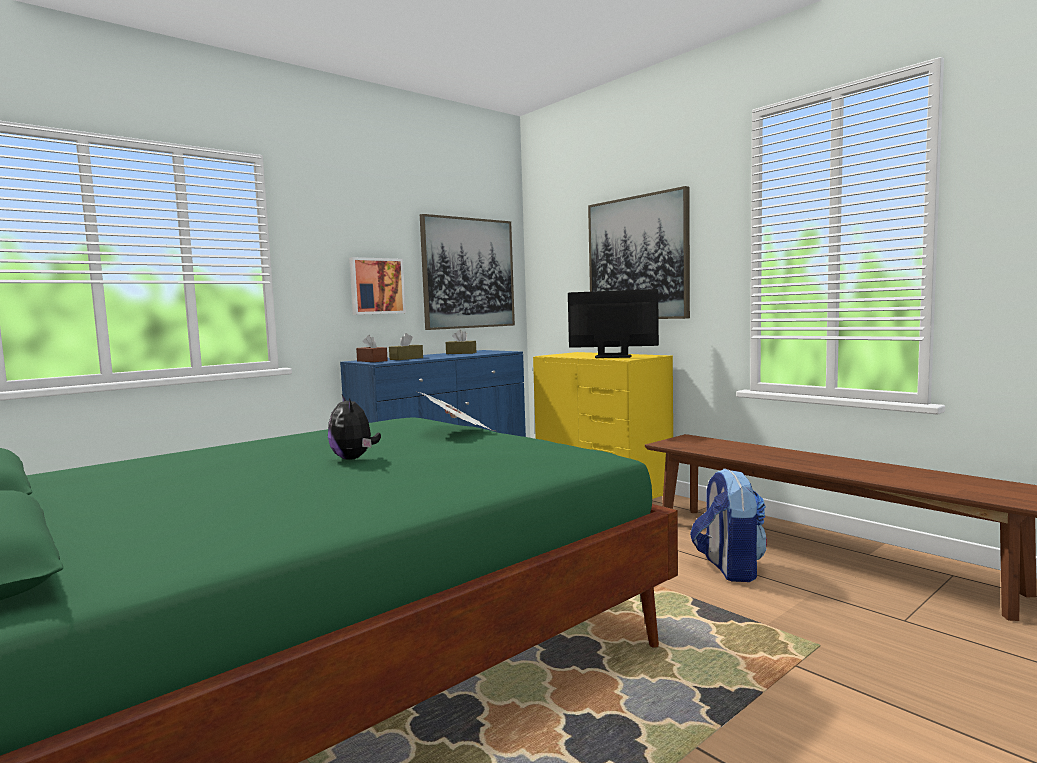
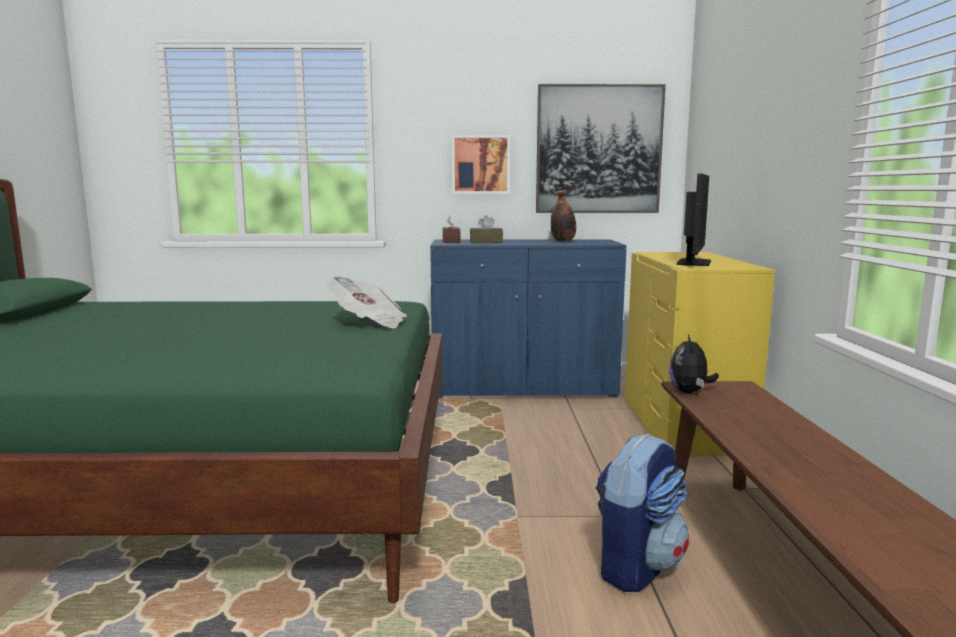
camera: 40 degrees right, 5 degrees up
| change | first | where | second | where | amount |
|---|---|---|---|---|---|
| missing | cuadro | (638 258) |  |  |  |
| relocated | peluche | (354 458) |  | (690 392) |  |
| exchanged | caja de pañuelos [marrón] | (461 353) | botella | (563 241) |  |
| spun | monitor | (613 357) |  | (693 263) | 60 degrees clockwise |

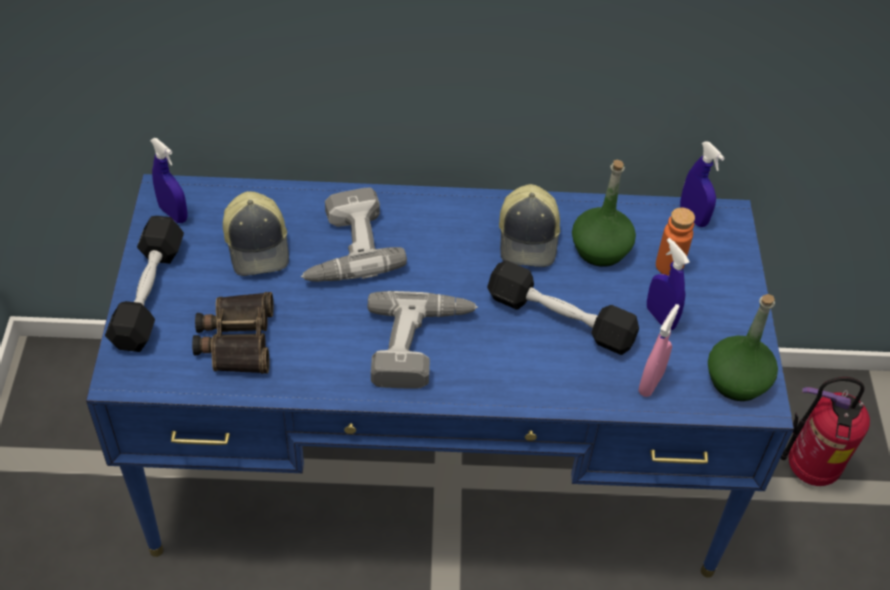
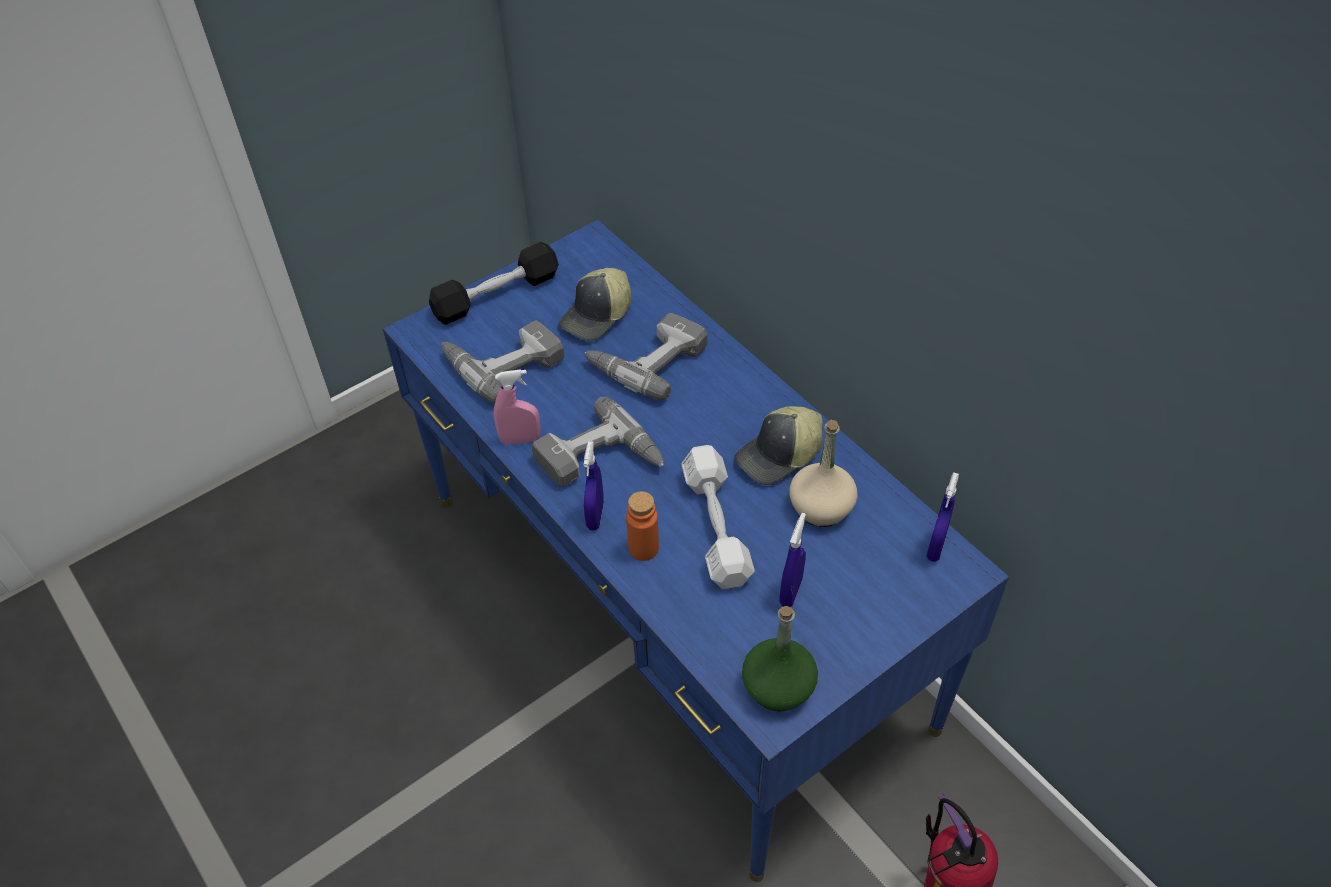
camera: 55 degrees right, 0 degrees up
| change | first | where | second | where | amount |
|---|---|---|---|---|---|
| relocated | pulverizador [azul] | (173 214) |  | (595 516) |  |
| relocated | pulverizador [rosa] | (651 383) |  | (520 439) |  |
| relocated | botella [naranja] | (669 265) |  | (643 548) |  |
| exchanged | prismáticos | (236 339) | taladro | (503 361) |  |
| colour | mancuerna [negro] | (560 319) | mancuerna [blanco] | (716 527) |  |
| colour | botella [verde] | (600 249) | botella [beis] | (821 507) |  |

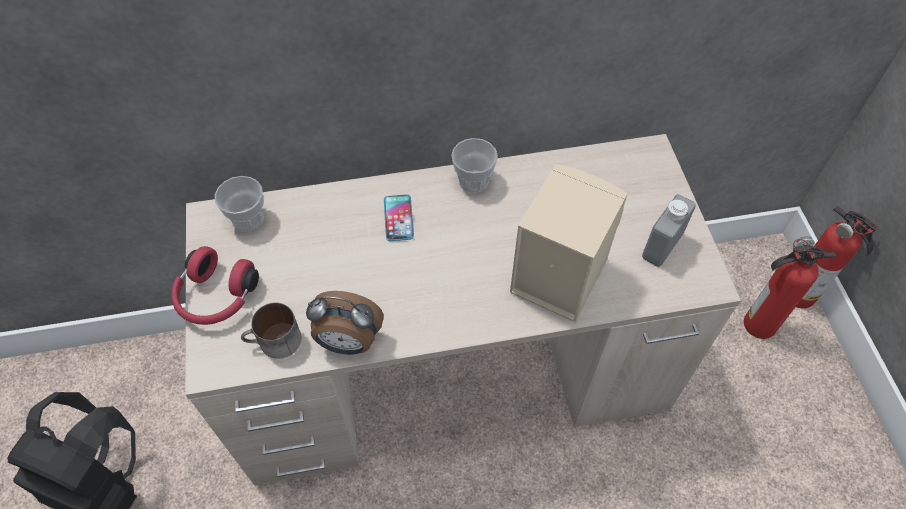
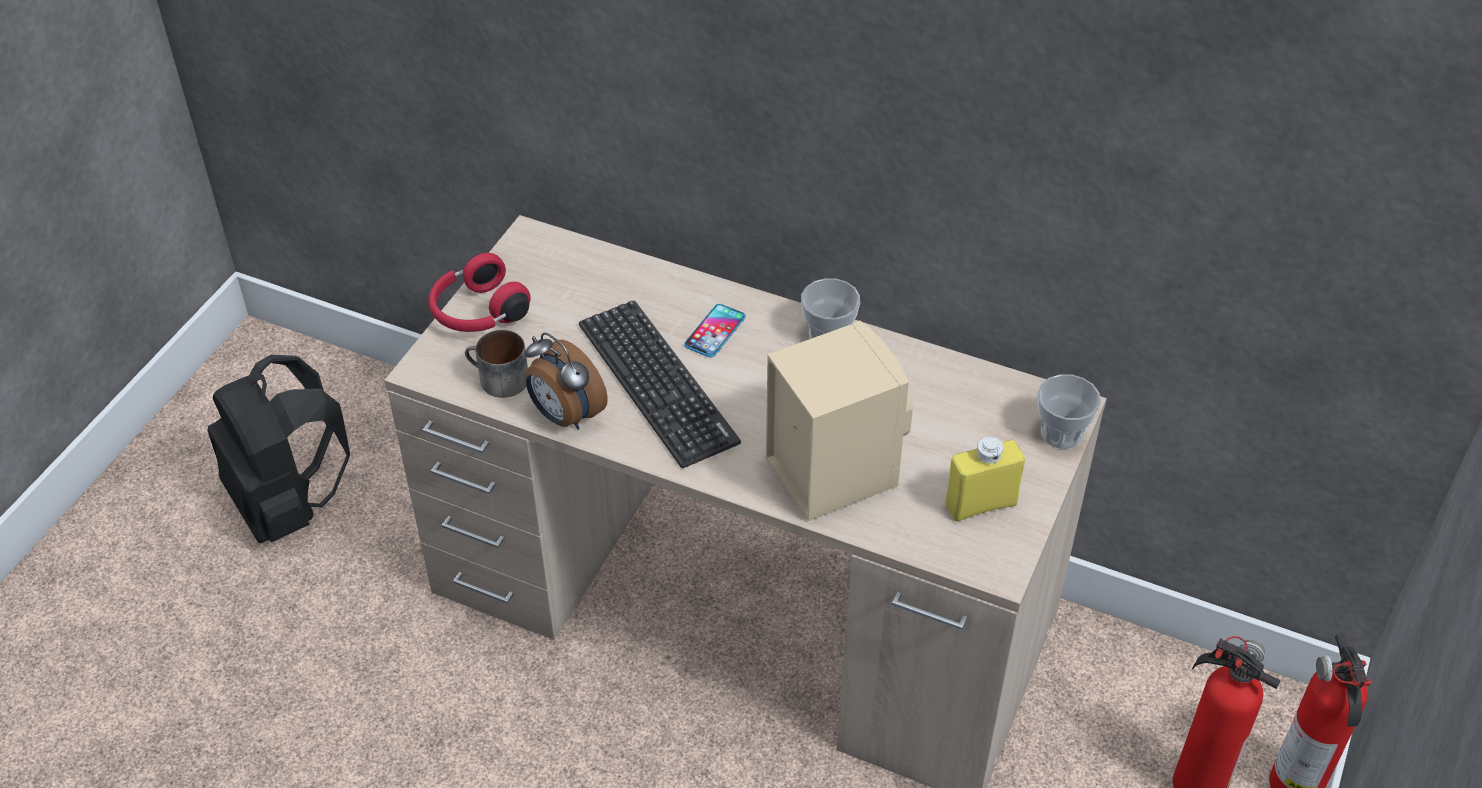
camera: 35 degrees right, 10 degrees down
| change | first | where | second | where | amount |
|---|---|---|---|---|---|
| appeared |  |  | teclado | (657 383) |  |
| relocated | taza | (248 219) |  | (1061 433) |  |
| colour | botella [gris] | (662 246) | botella [amarillo] | (981 504) |  |

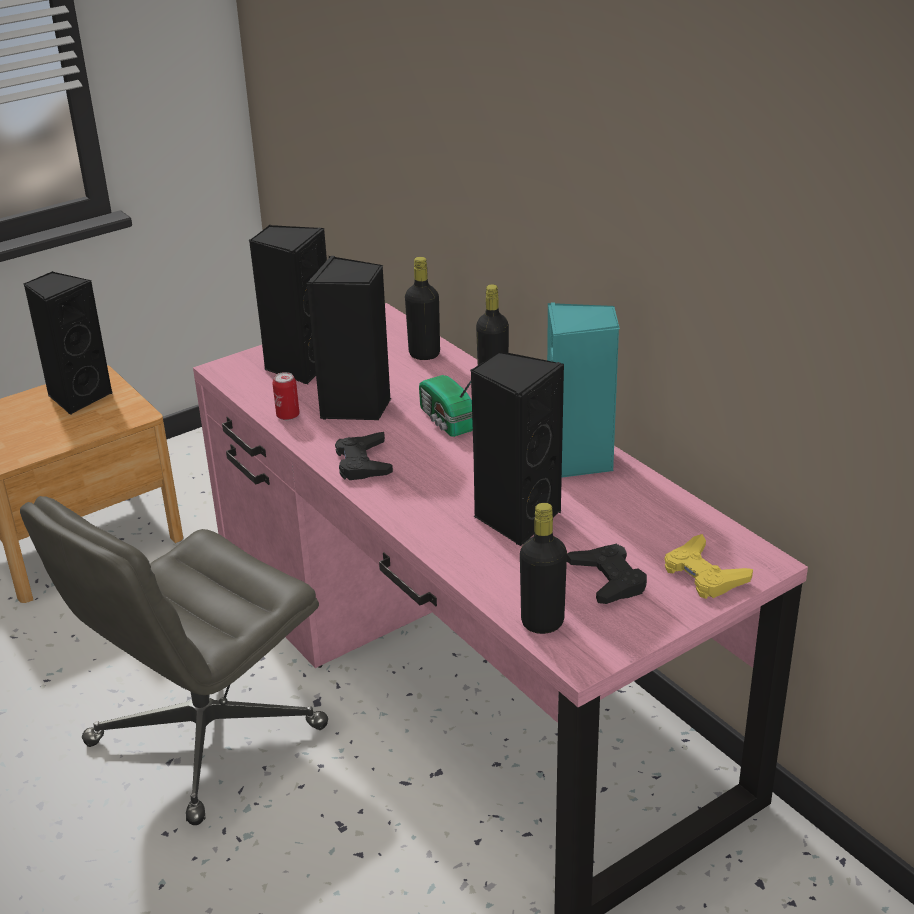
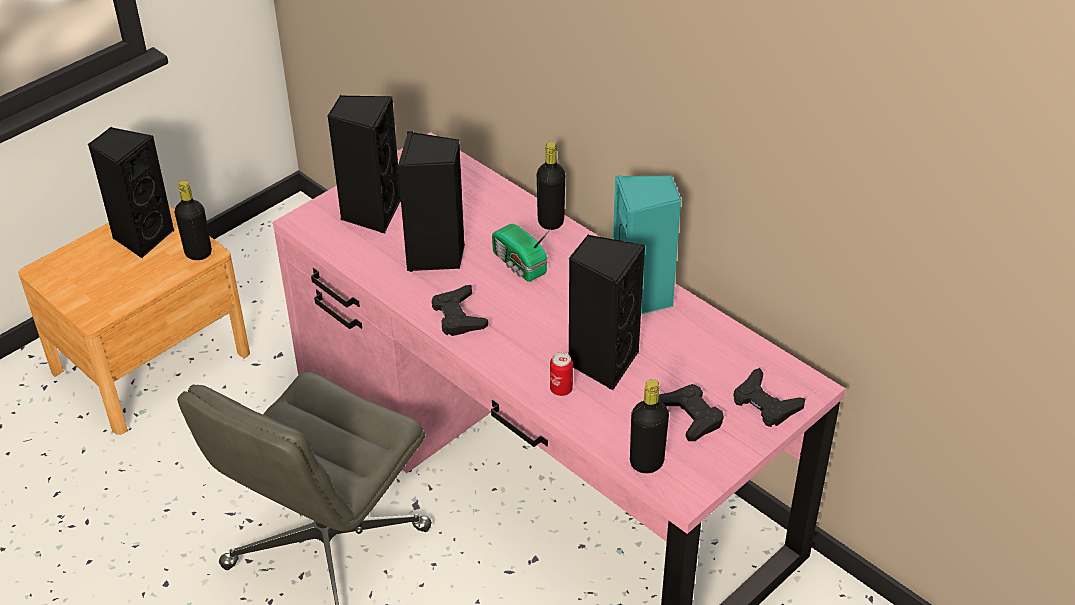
camera: 10 degrees left, 10 degrees up
| change | first | where | second | where | amount |
|---|---|---|---|---|---|
| relocated | lata | (288 416) |  | (561 389) |  |
| relocated | botella [negro] | (424 354) |  | (198 253) |  |
| colour | mando de consola [amarillo] | (704 574) | mando de consola [negro] | (765 404) |  |

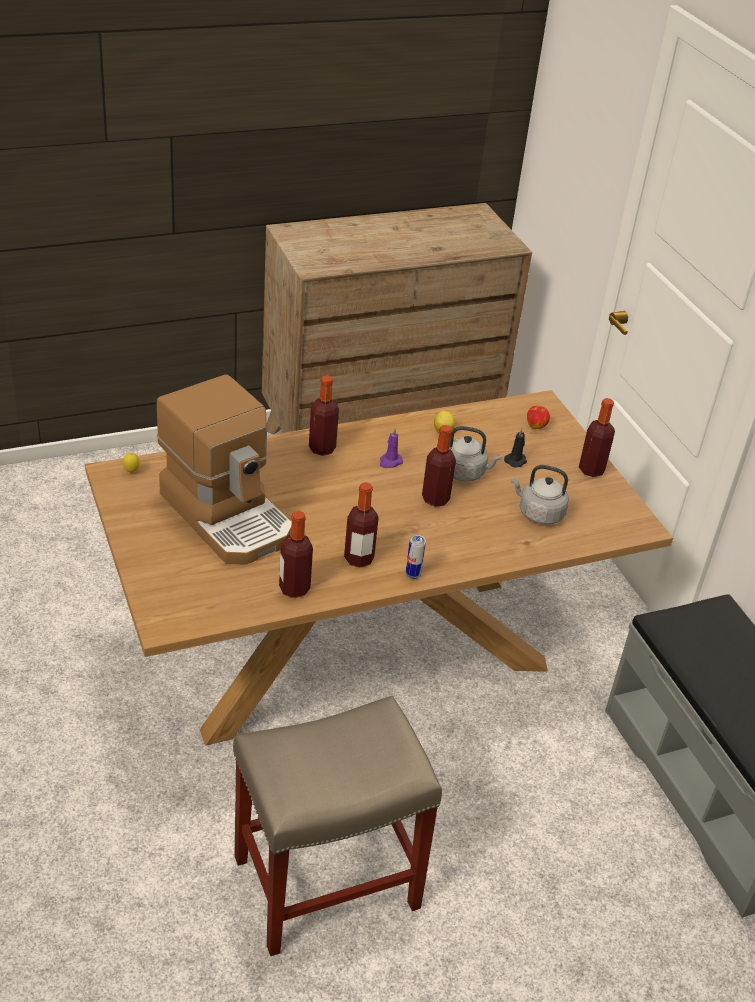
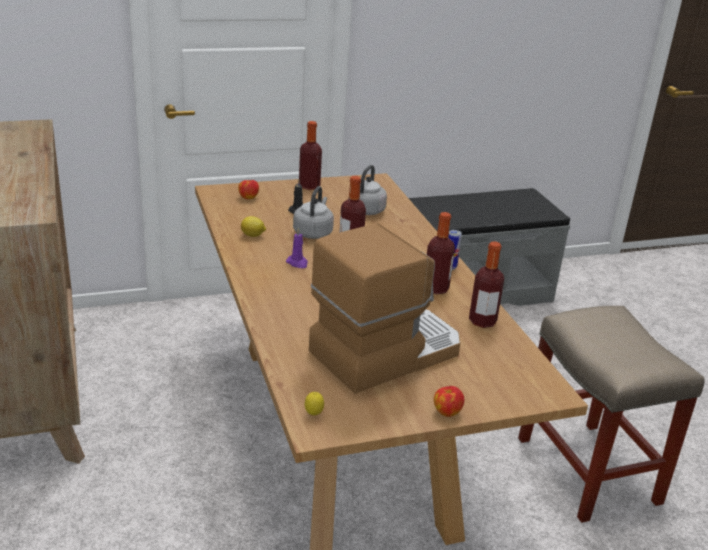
camera: 85 degrees left, 10 degrees down
| change | first | where | second | where | amount |
|---|---|---|---|---|---|
| missing | botella | (322 448) |  |  |  |
| appeared |  |  | manzana | (446 412) |  |

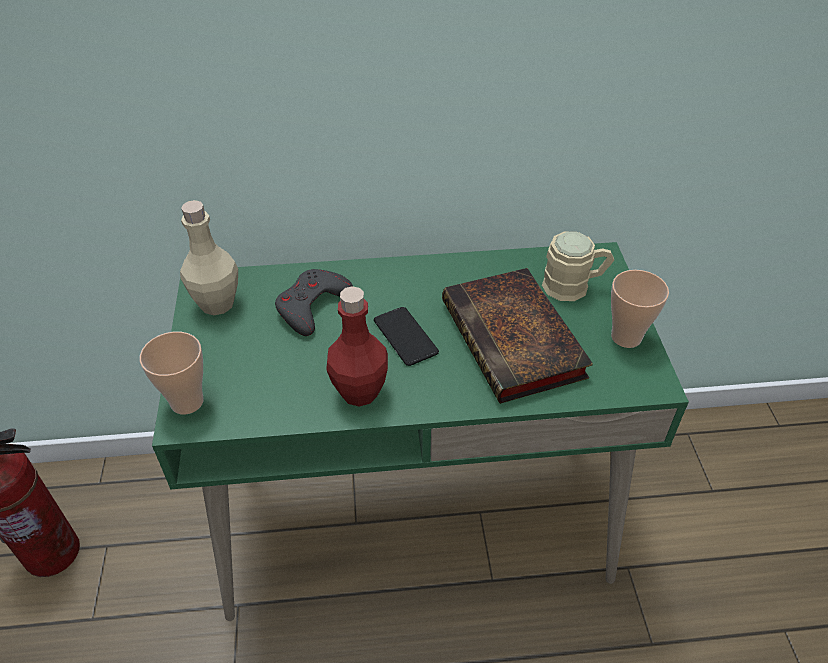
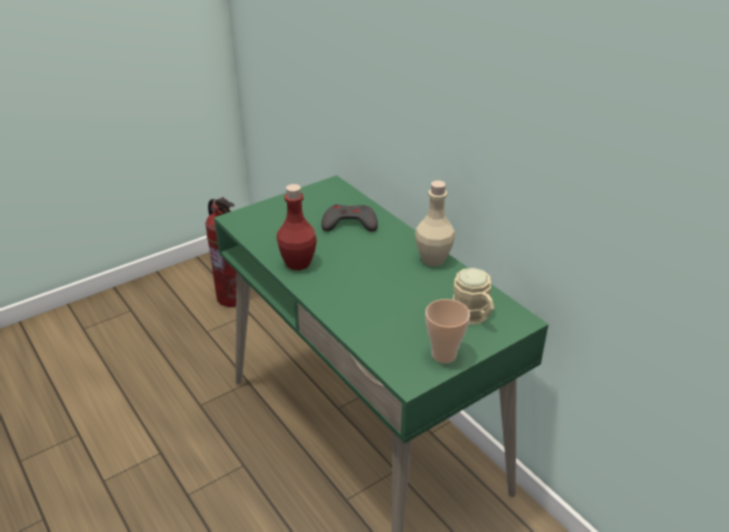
camera: 60 degrees right, 10 degrees down
| change | first | where | second | where | amount |
|---|---|---|---|---|---|
| missing | taza | (187 402) |  |  |  |
| missing | móvil | (405 337) |  |  |  |
| missing | libro | (515 342) |  |  |  |
| relocated | botella [beis] | (217 303) |  | (433 259) |  |

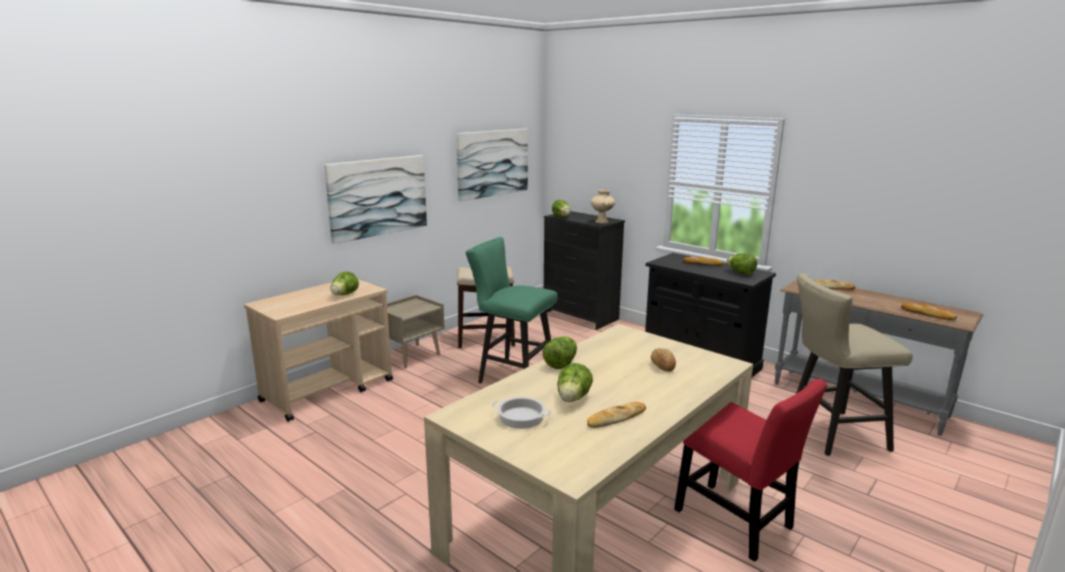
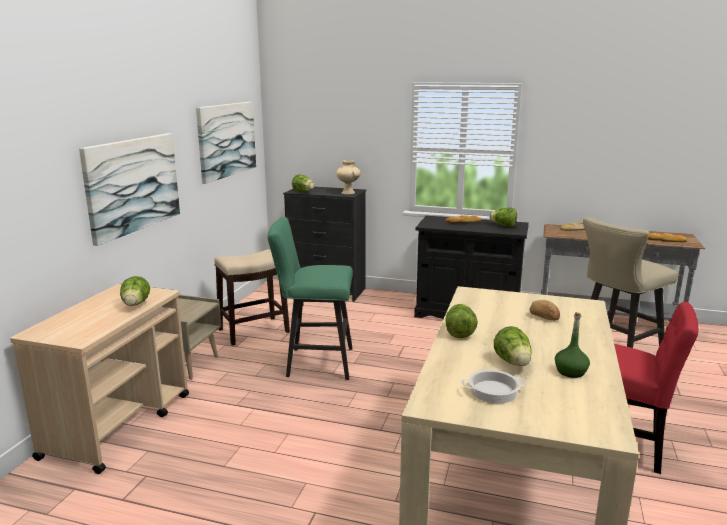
camera: 25 degrees left, 0 degrees up
| change | first | where | second | where | amount |
|---|---|---|---|---|---|
| exchanged | pan | (616 418) | botella [verde] | (570 372) |  |

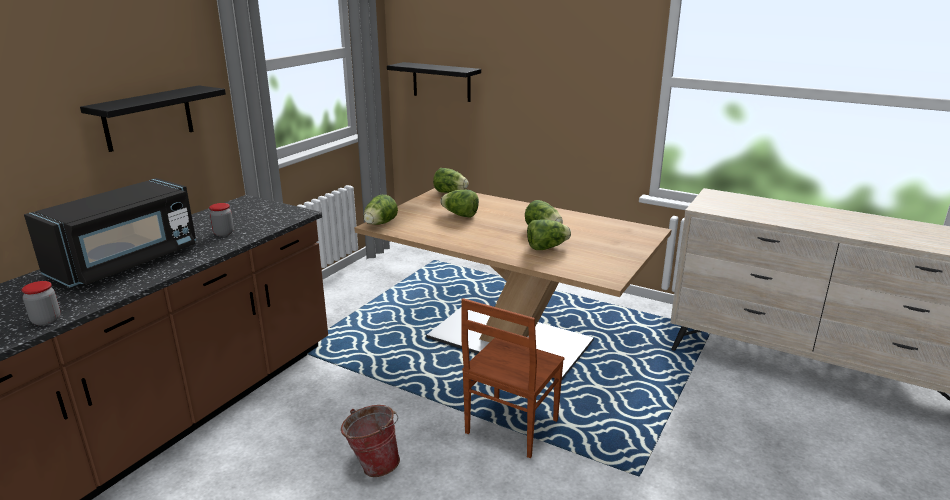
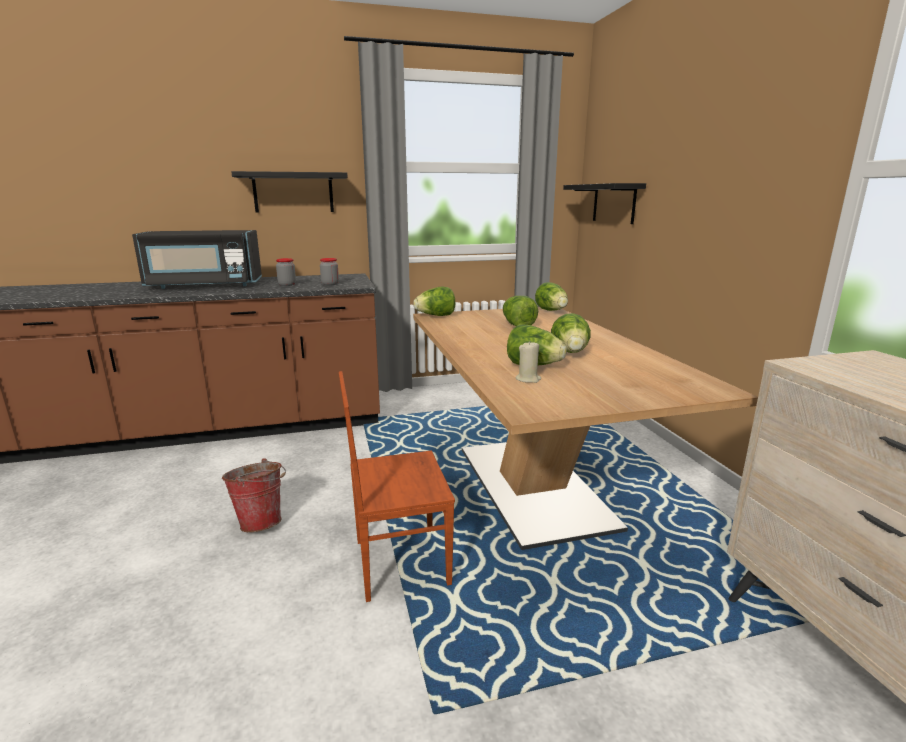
camera: 45 degrees right, 5 degrees down
| change | first | where | second | where | amount |
|---|---|---|---|---|---|
| appeared |  |  | vela [beis] | (528 379) |  |
| relocated | tarro | (46 320) |  | (330 284) |  |

